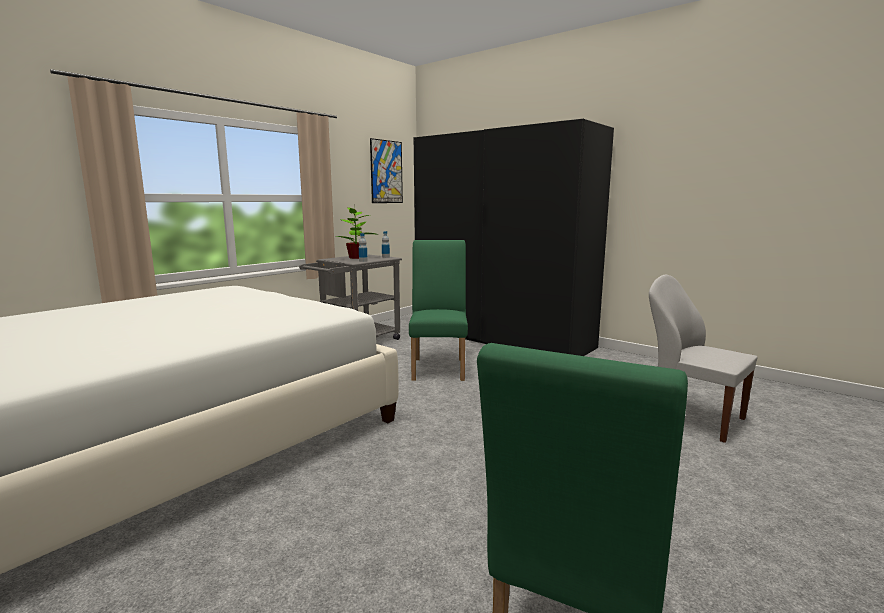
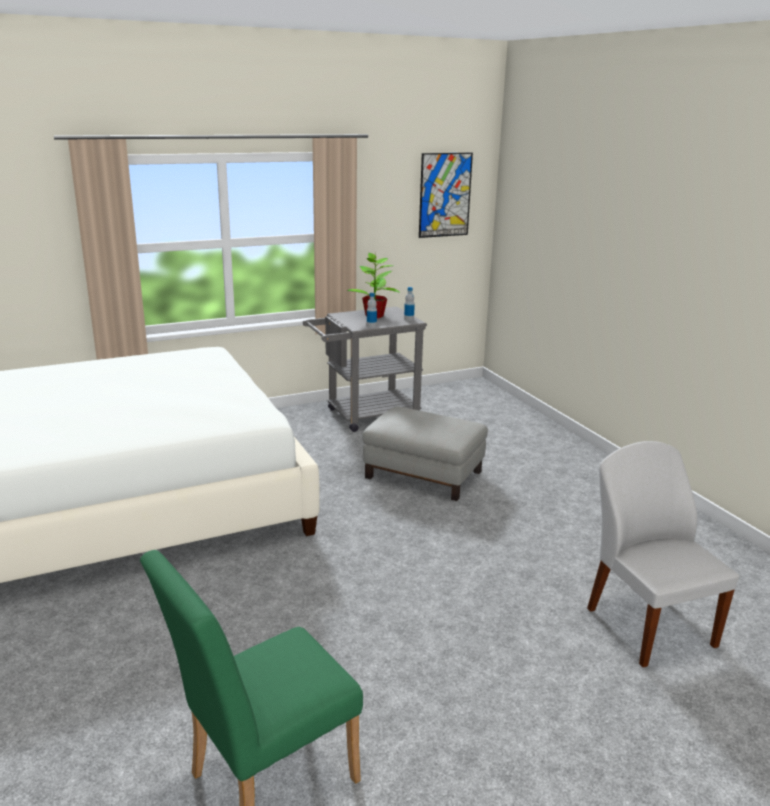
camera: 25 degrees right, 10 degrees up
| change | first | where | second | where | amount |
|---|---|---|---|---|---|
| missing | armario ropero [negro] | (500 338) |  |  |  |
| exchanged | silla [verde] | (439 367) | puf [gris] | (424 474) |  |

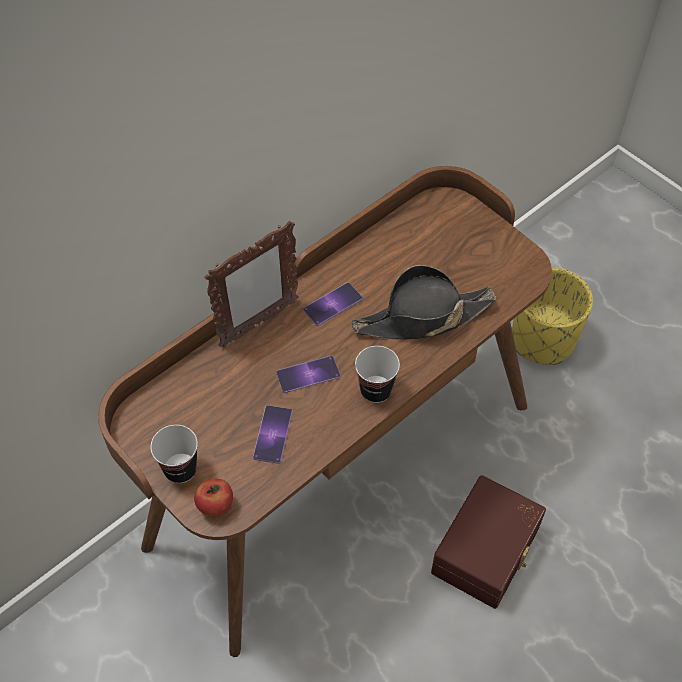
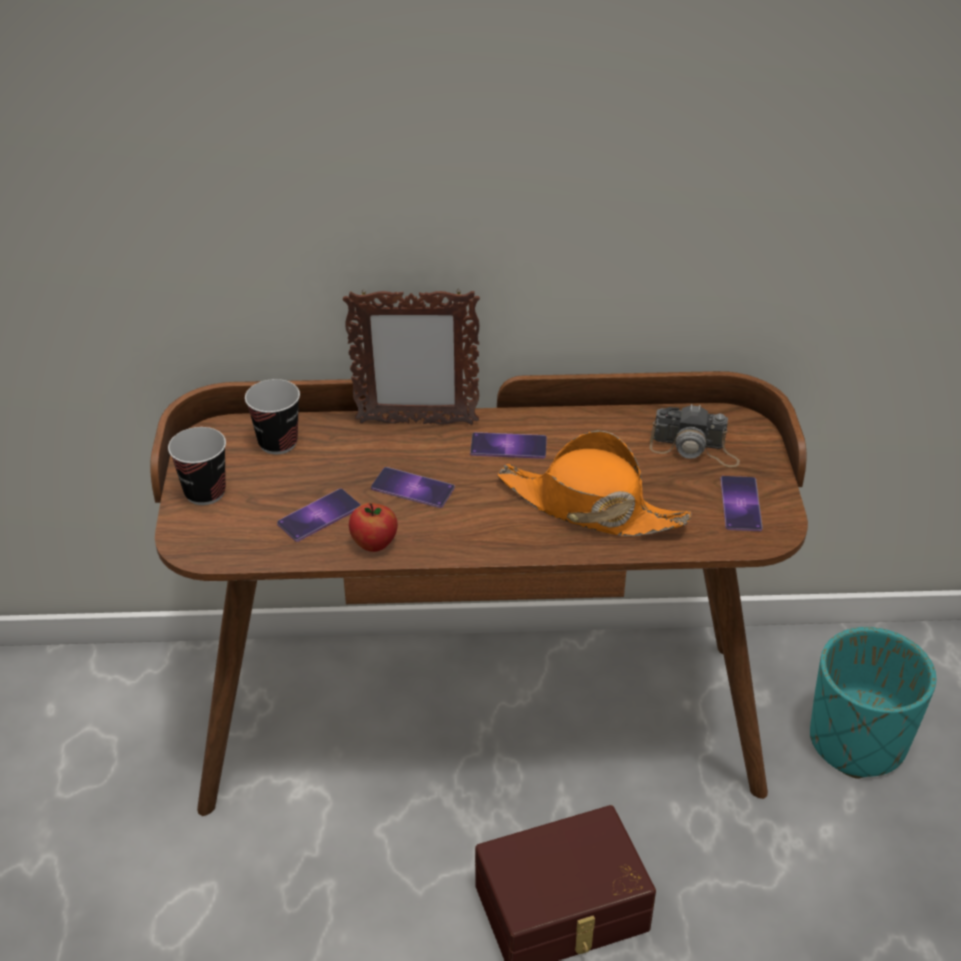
camera: 40 degrees right, 15 degrees down
| change | first | where | second | where | amount |
|---|---|---|---|---|---|
| appeared |  |  | cámara | (694 449) |  |
| appeared |  |  | móvil | (740 504) |  |
| relocated | manzana | (215 506) |  | (374 544) |  |
| relocated | taza | (376 390) |  | (278 443) |  |
| colour | sombrero [negro] | (422 317) | sombrero [naranja] | (590 507) |  |
| colour | maceta [amarillo] | (542 339) | maceta [turquesa] | (857 740) |  |

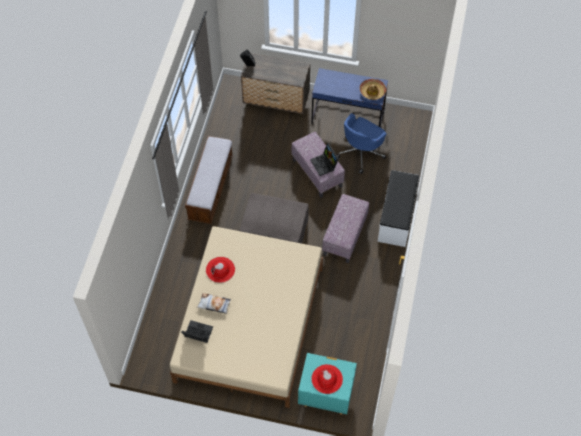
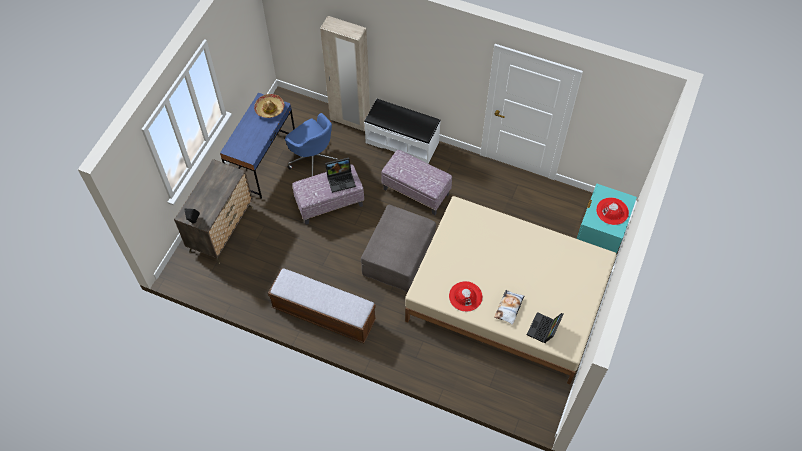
camera: 80 degrees left, 0 degrees up
| change | first | where | second | where | amount |
|---|---|---|---|---|---|
| appeared |  |  | armario ropero [beis] | (350 120) |  |

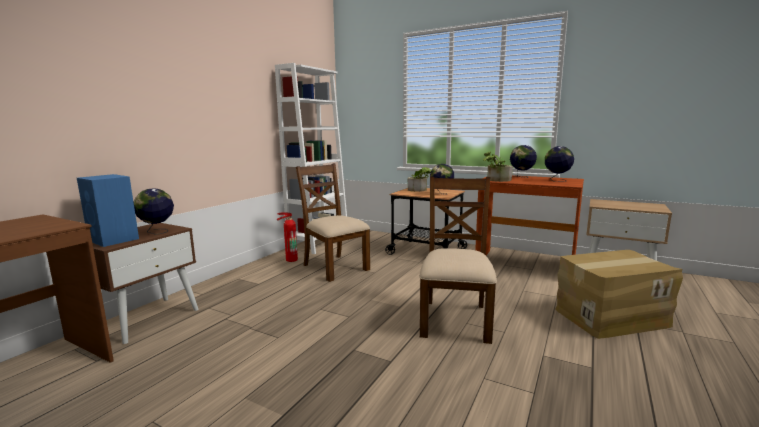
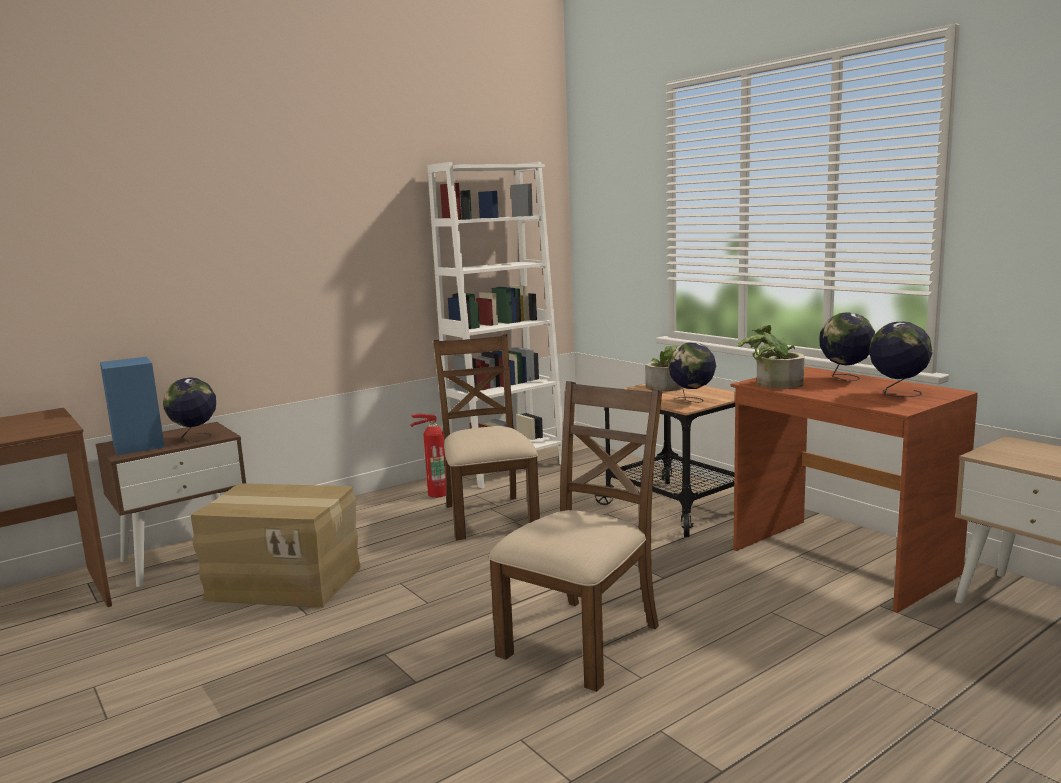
camera: 25 degrees right, 0 degrees up
| change | first | where | second | where | amount |
|---|---|---|---|---|---|
| relocated | caja de cartón | (610 317) |  | (285 582) |  |

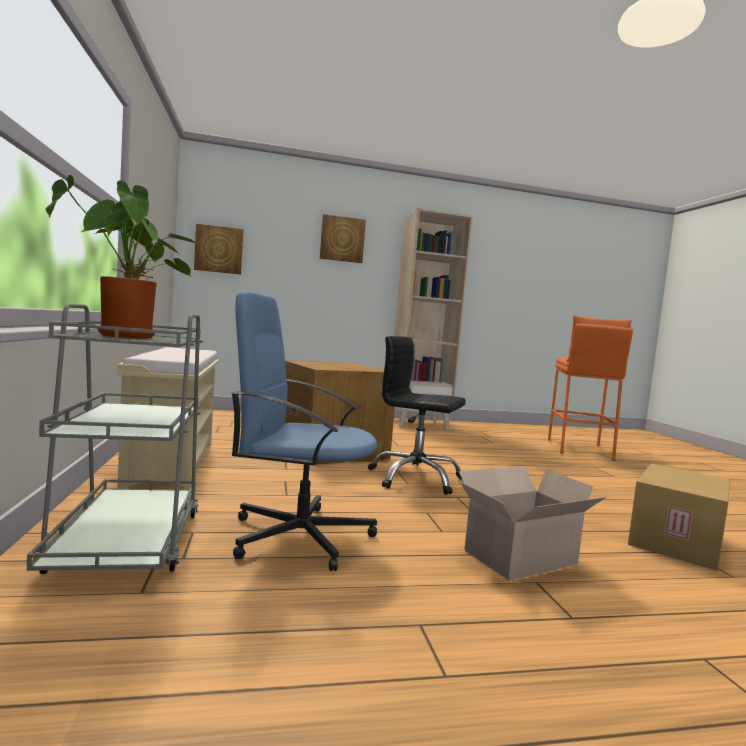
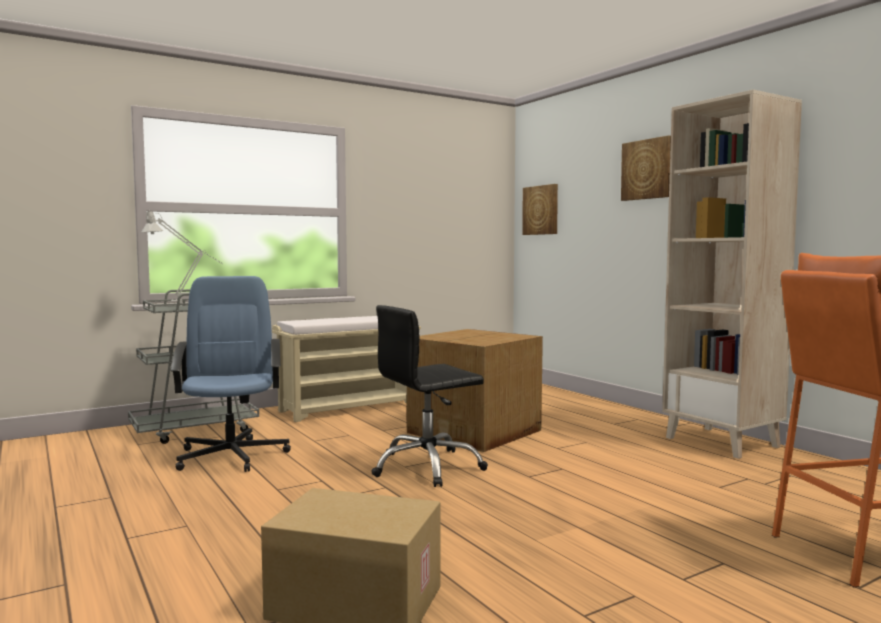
camera: 70 degrees right, 0 degrees up
| change | first | where | second | where | amount |
|---|---|---|---|---|---|
| missing | caja de cartón | (517 557) |  |  |  |
| exchanged | planta en maceta | (127 337) | lámpara de mesa [gris] | (185 307) |  |
| spun | silla de oficina [negro] | (415 478) |  | (427 467) | 120 degrees counterclockwise |

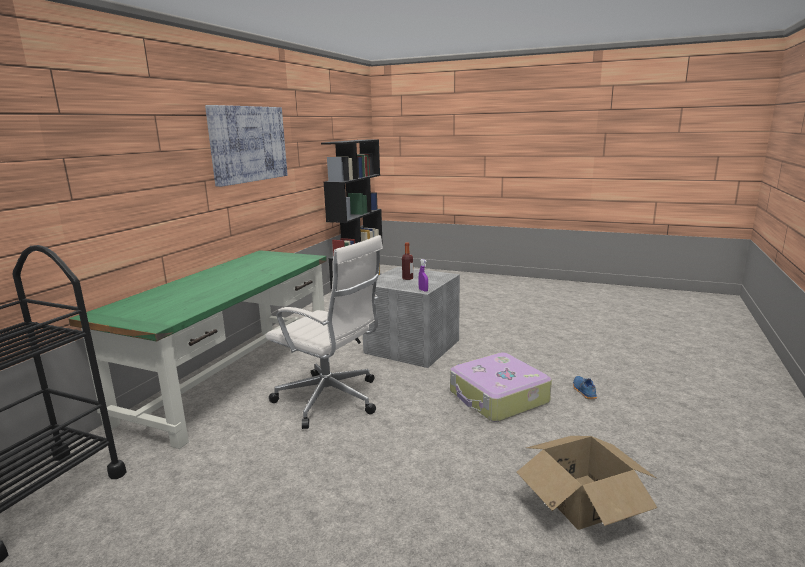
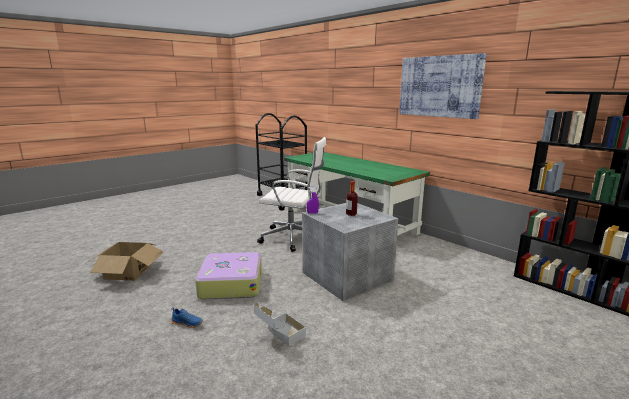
camera: 115 degrees right, 0 degrees up
| change | first | where | second | where | amount |
|---|---|---|---|---|---|
| appeared |  |  | caja de cartón | (279 337) |  |
| spun | silla de oficina [blanco] | (330 400) |  | (294 238) | 135 degrees counterclockwise |

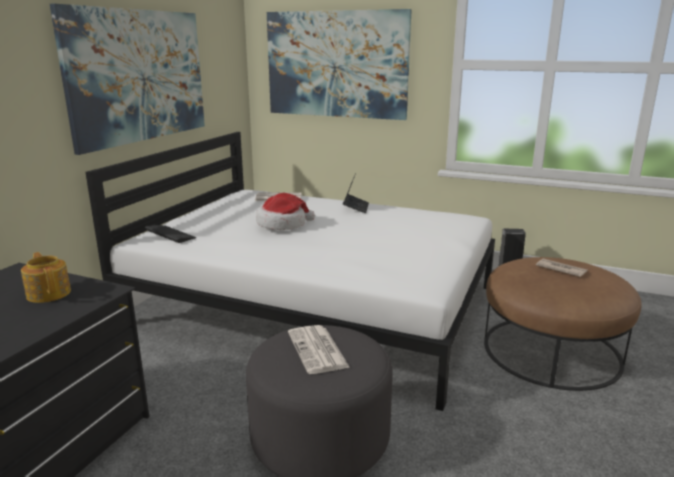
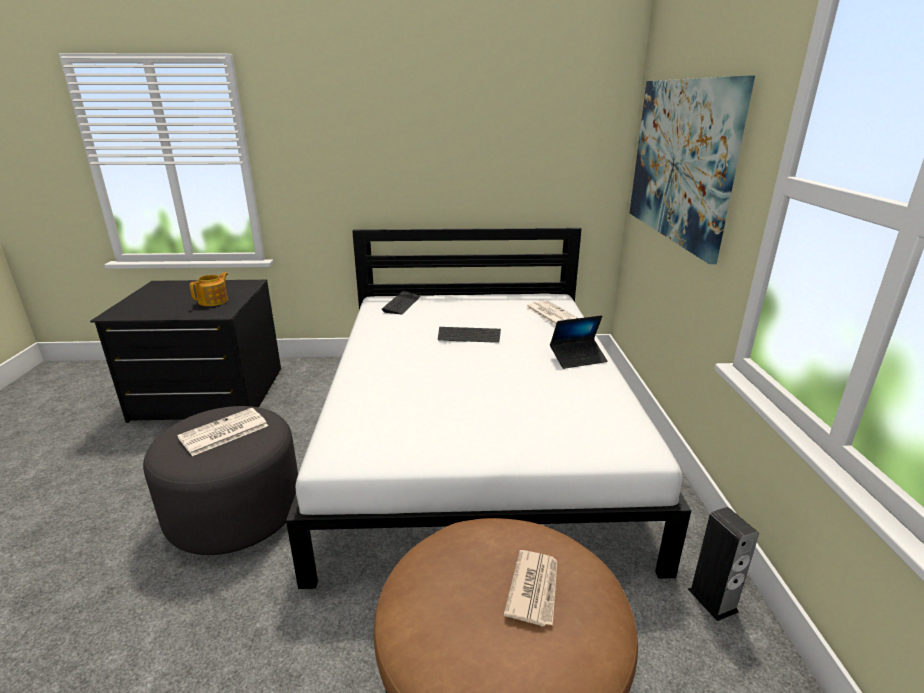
camera: 65 degrees right, 5 degrees up
| change | first | where | second | where | amount |
|---|---|---|---|---|---|
| missing | cuadro | (139 76) |  |  |  |
| exchanged | sombrero | (283 224) | teclado | (469 336) |  |

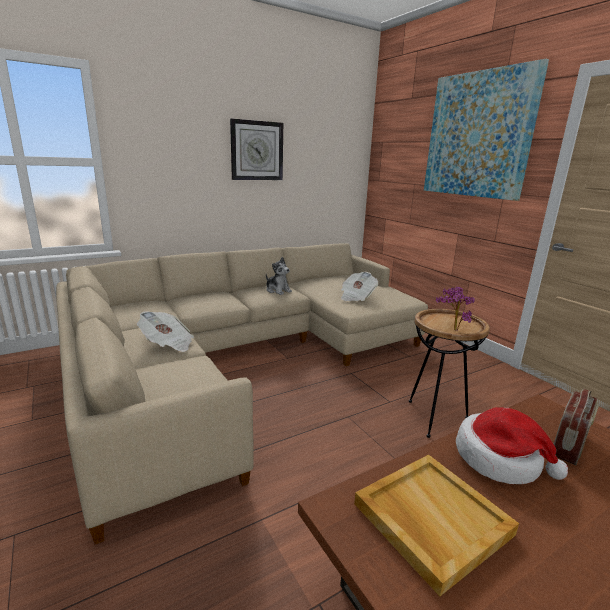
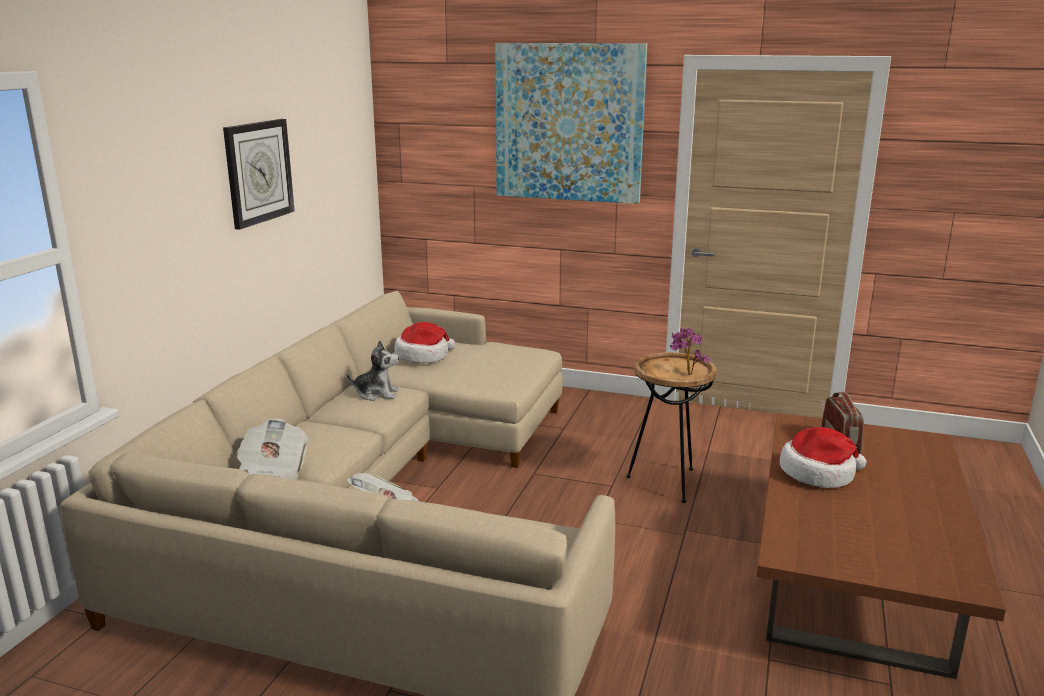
camera: 40 degrees left, 0 degrees up
| change | first | where | second | where | amount |
|---|---|---|---|---|---|
| missing | bandeja [beis] | (430 518) |  |  |  |
| appeared |  |  | sombrero | (423 356) |  |
| relocated | periódico | (356 296) |  | (273 472) |  |

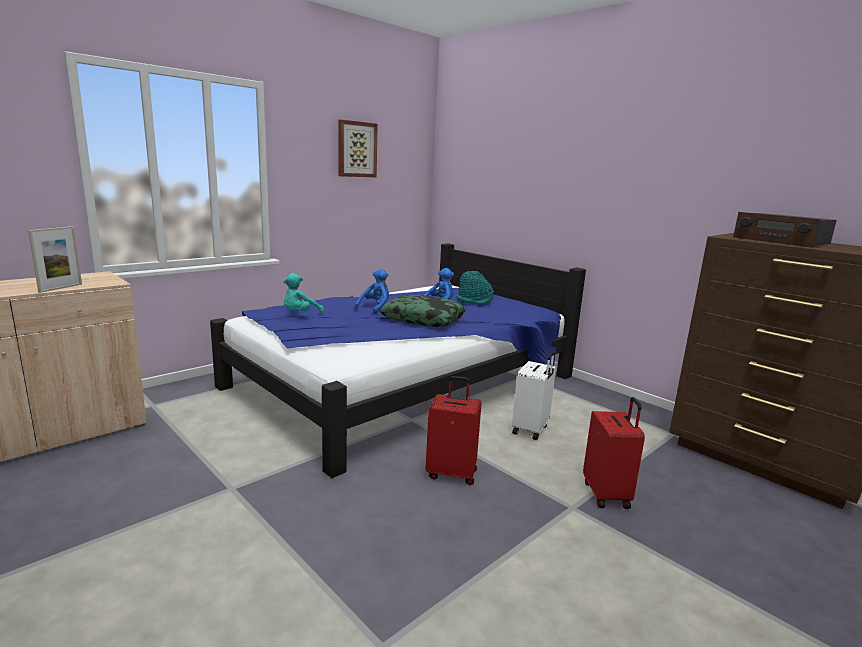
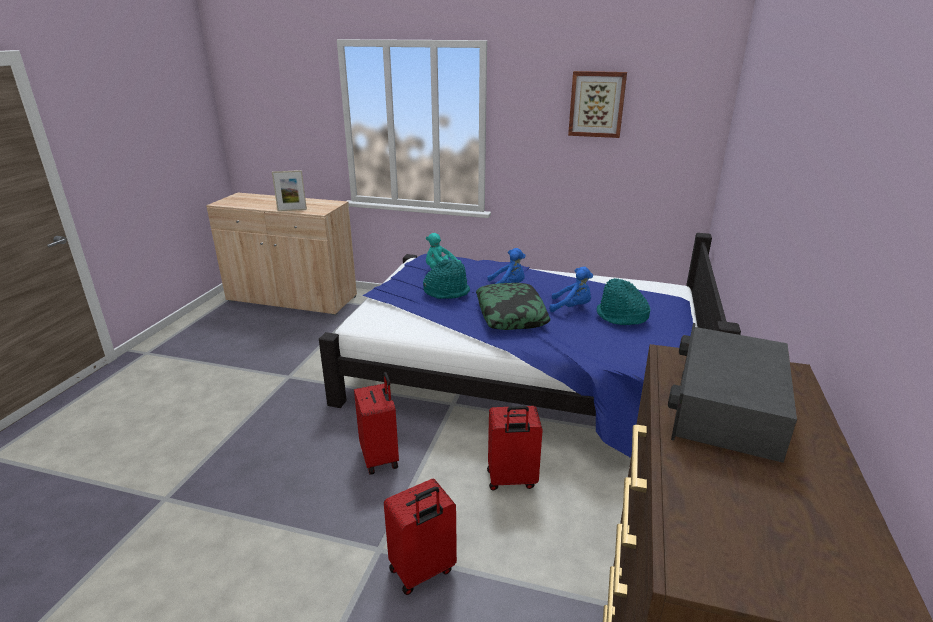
camera: 60 degrees right, 10 degrees up
| change | first | where | second | where | amount |
|---|---|---|---|---|---|
| appeared |  |  | sombrero [turquesa] | (447 292) |  |
| colour | maleta [blanco] | (531 430) | maleta [rojo] | (511 480) |  |

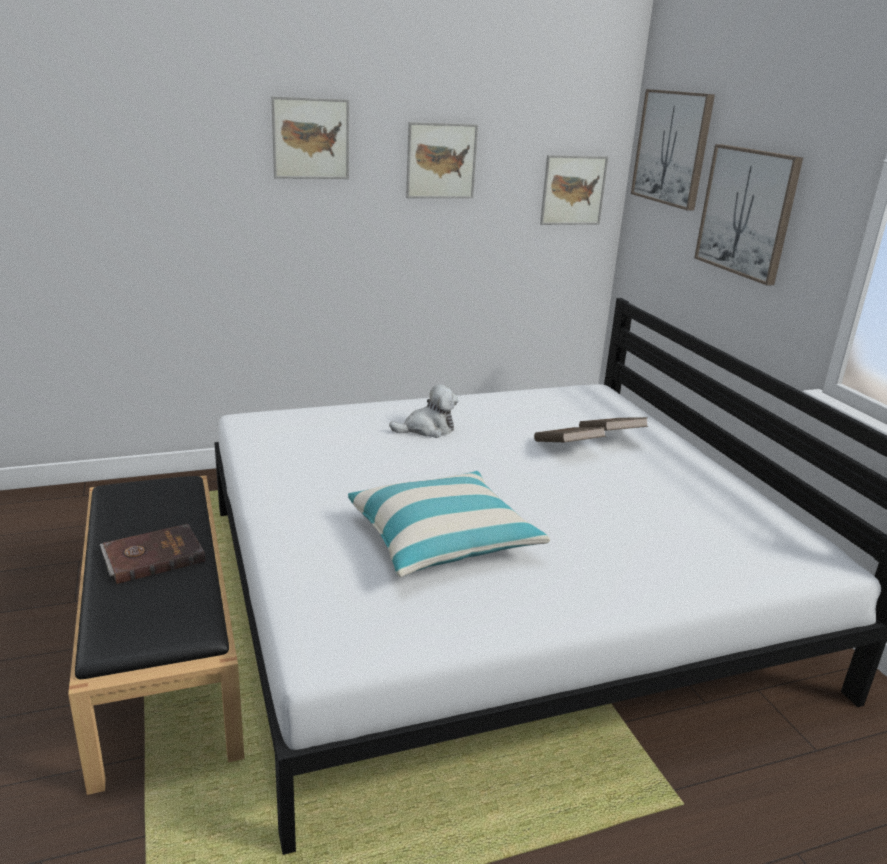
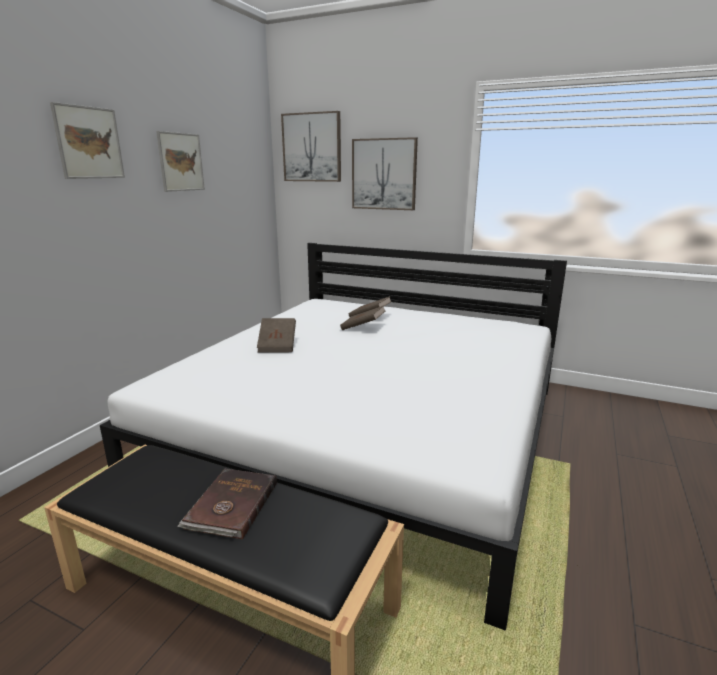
camera: 45 degrees left, 5 degrees down
| change | first | where | second | where | amount |
|---|---|---|---|---|---|
| missing | cojín | (442 539) |  |  |  |
| missing | cuadro | (573 190) |  |  |  |
| exchanged | peluche | (427 429) | libro [marrón] | (277 346) |  |

